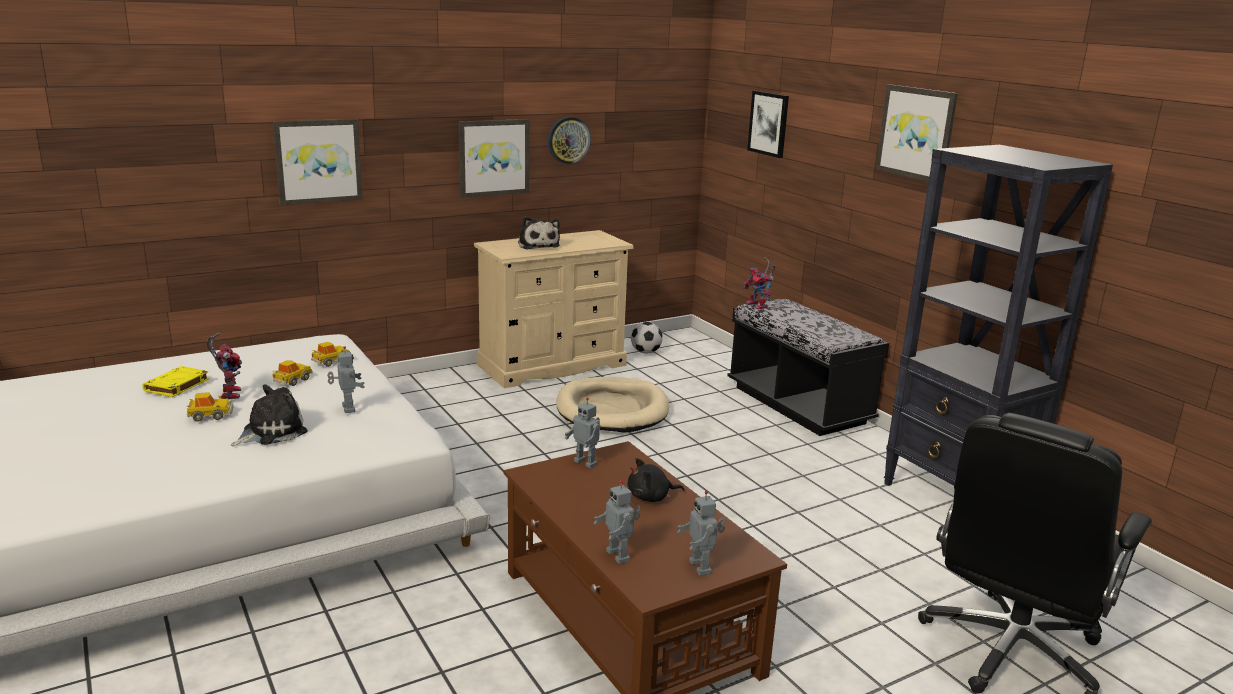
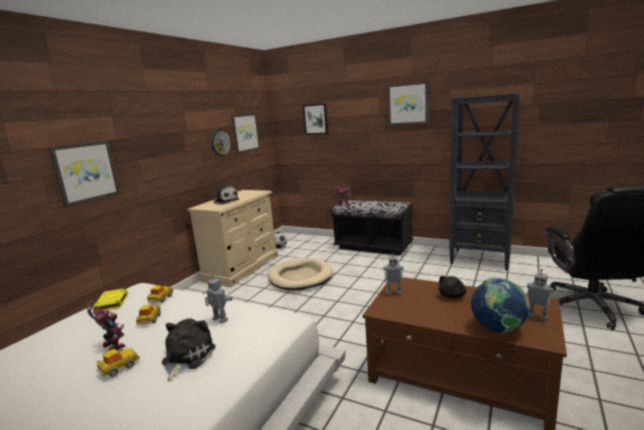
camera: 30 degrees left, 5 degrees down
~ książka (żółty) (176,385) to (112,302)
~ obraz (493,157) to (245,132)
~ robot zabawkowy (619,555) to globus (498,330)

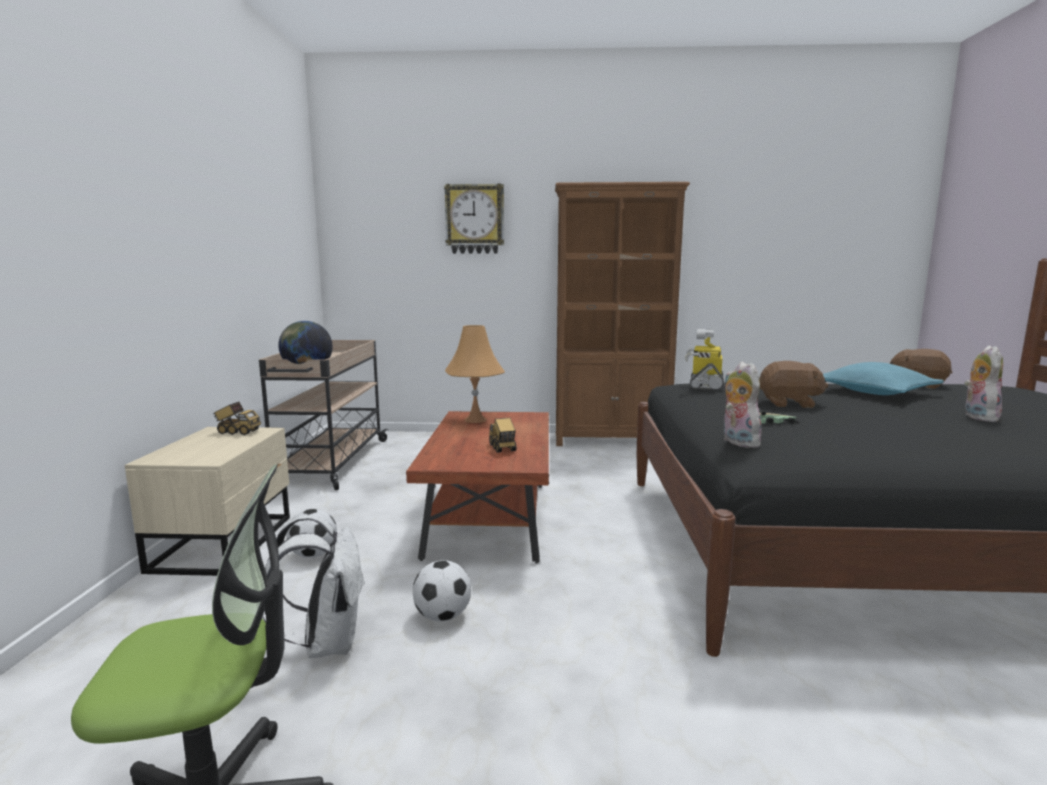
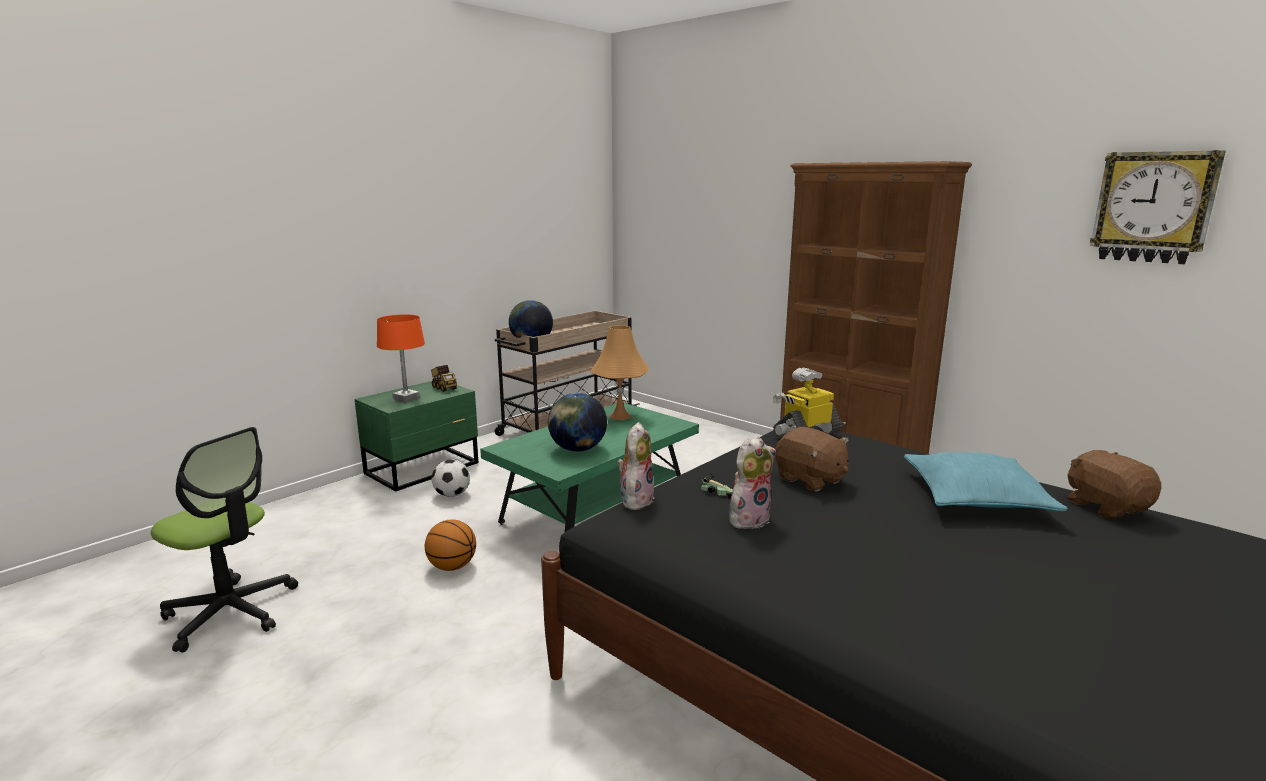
camera: 40 degrees right, 5 degrees up
- plecak (biały) (327,642)
+ lampa stołowa (pomarańczowy) (406,398)
~ zegar ścienny (475,219) to (1153,207)
~ pluszak (977,417) to (748,519)
~ piłka futbolowa (442,616) to piłka do koszykówki (452,566)
~ ciężarówka zabawkowa (502,448) to globus (577,449)
~ szafka nocna (beżowy) (227,542) to szafka nocna (zielony) (424,468)
~ ława (brązowy) (489,519) to ława (zielony) (596,511)

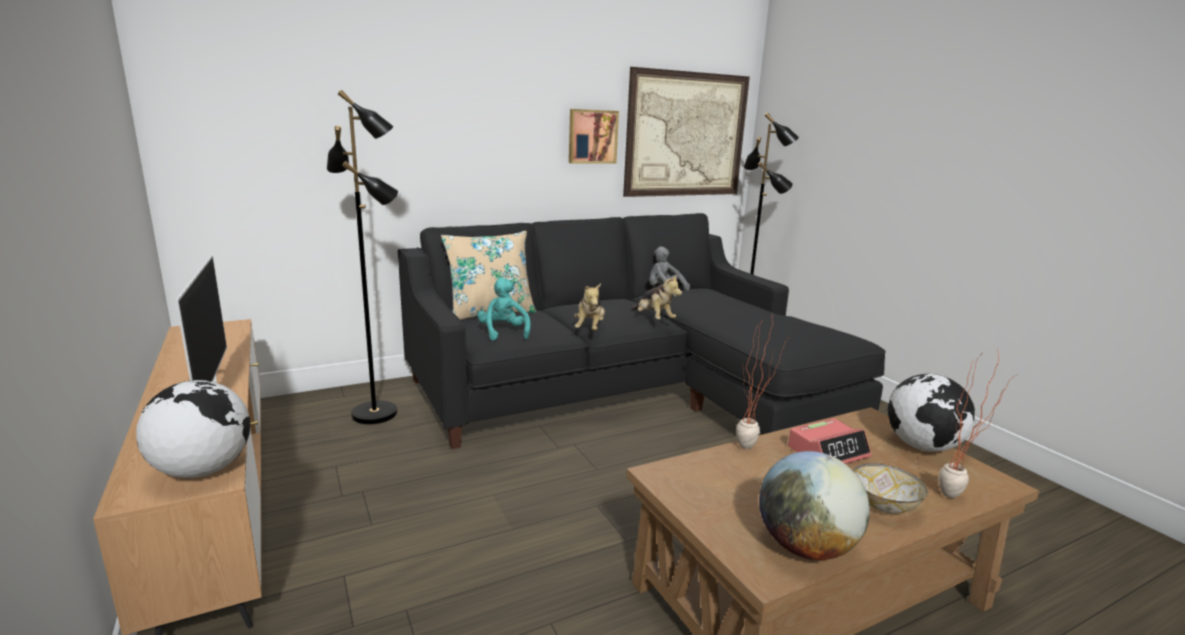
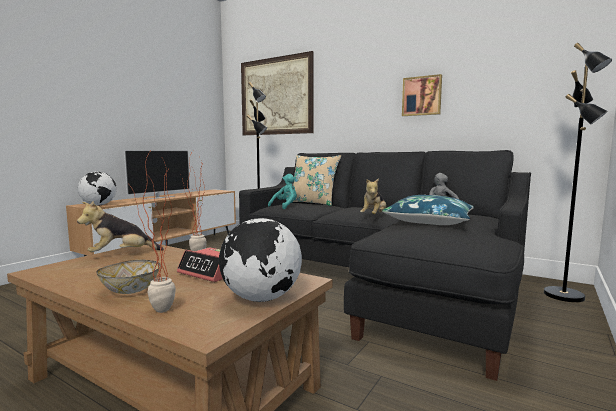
camera: 60 degrees right, 10 degrees down
- globus (805,547)
+ poduszka (niebieski) (429,221)
~ pluszak (590,328) to (121,254)
~ obraz (686,135) to (276,96)

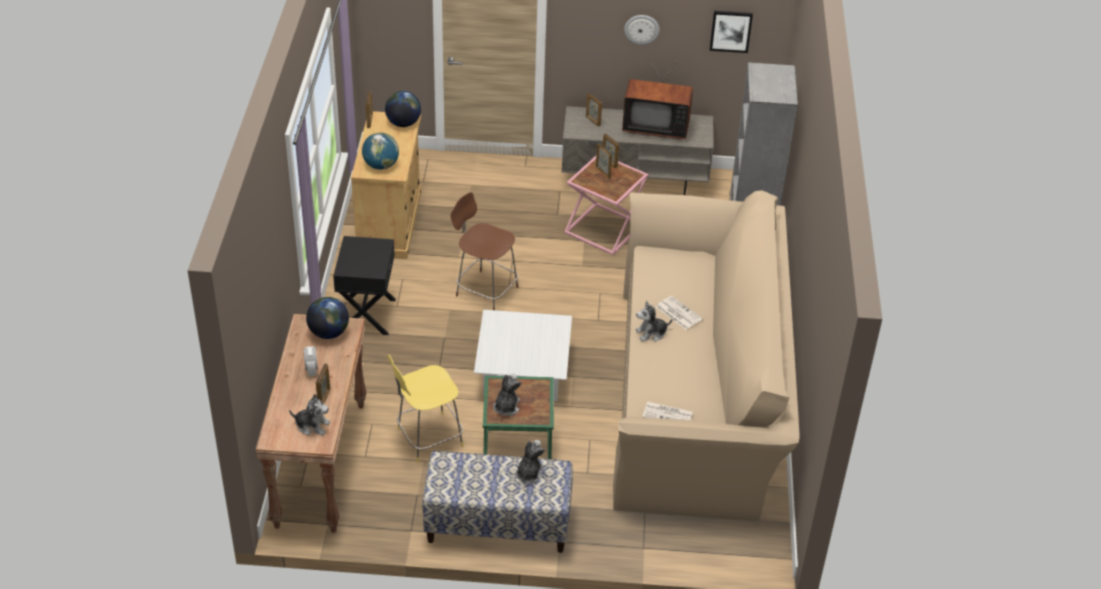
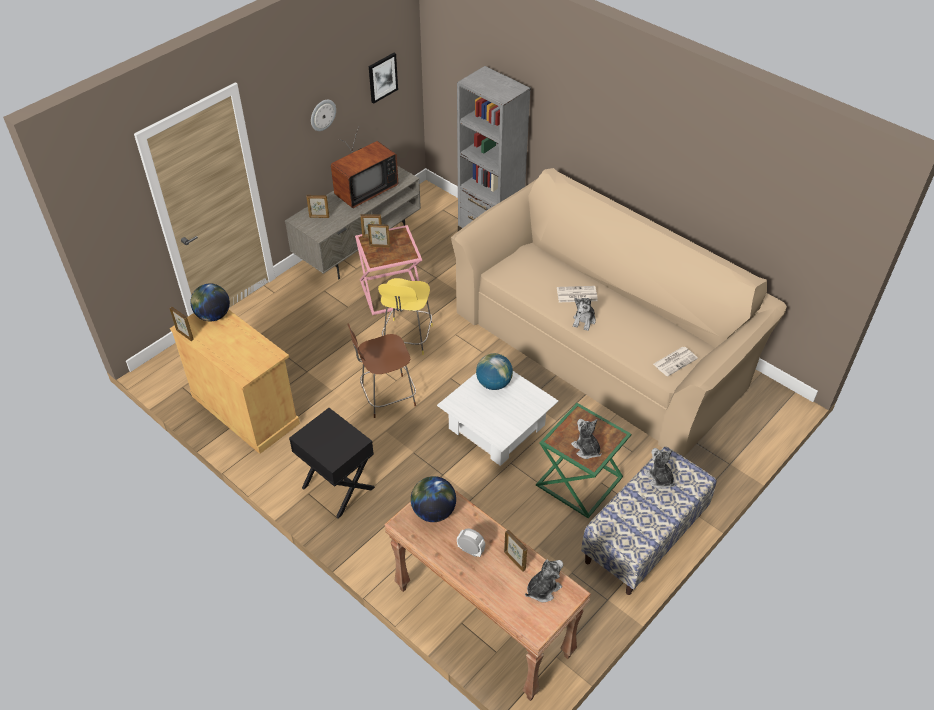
camera: 50 degrees left, 5 degrees up
~ globus (381,165) to (494,383)
~ stołek (żółty) (427,438) to (407,338)

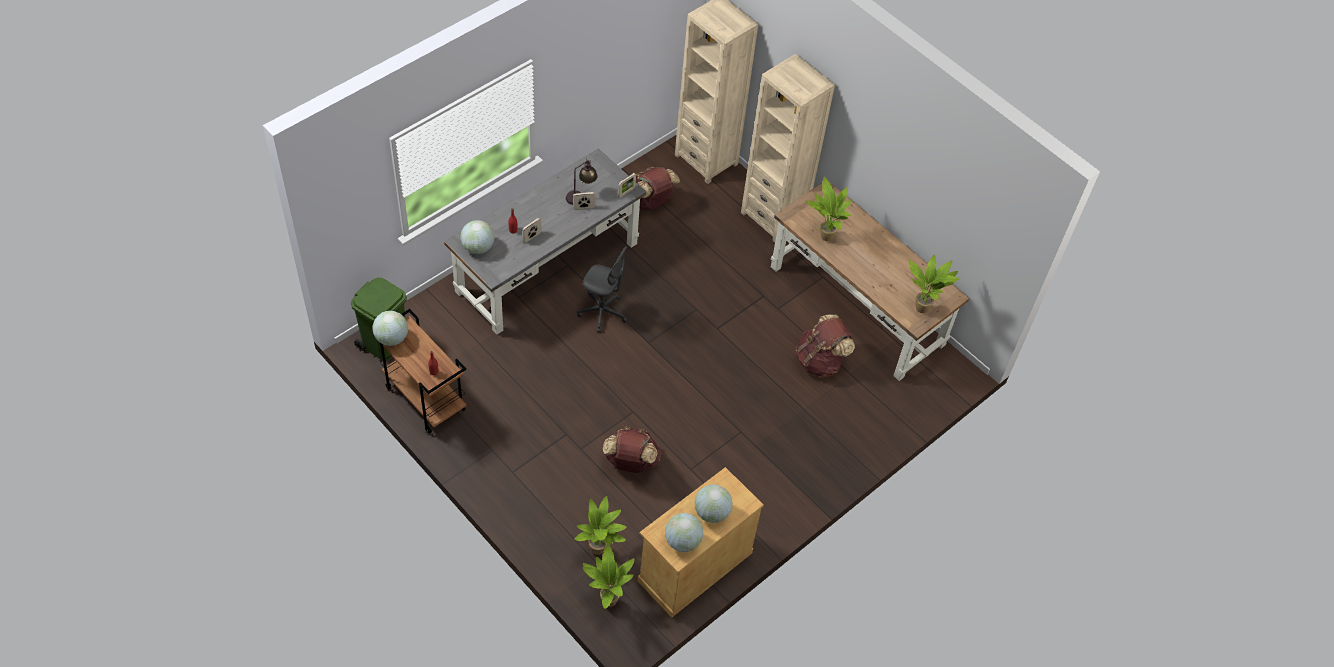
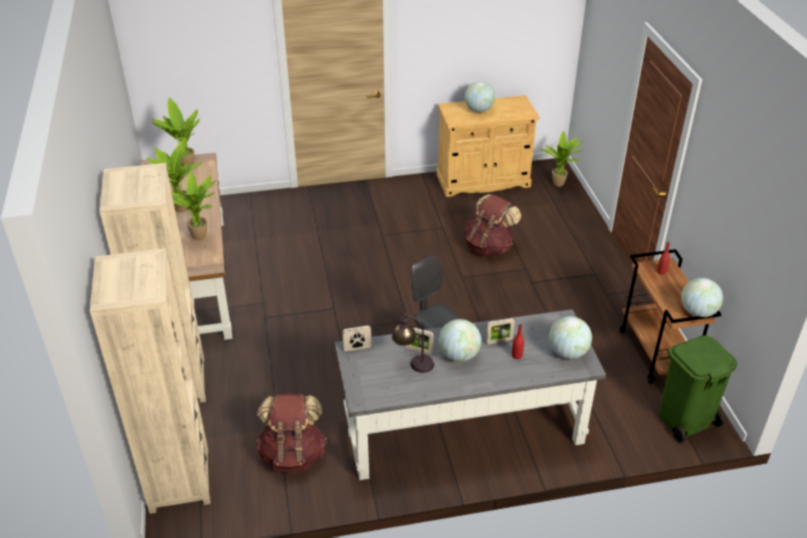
camera: 145 degrees left, 15 degrees down
- plecak (brązowy) (820,361)
~ roślina doniczkowa (600,550) to (179,208)
~ globus (682,541) to (459,355)

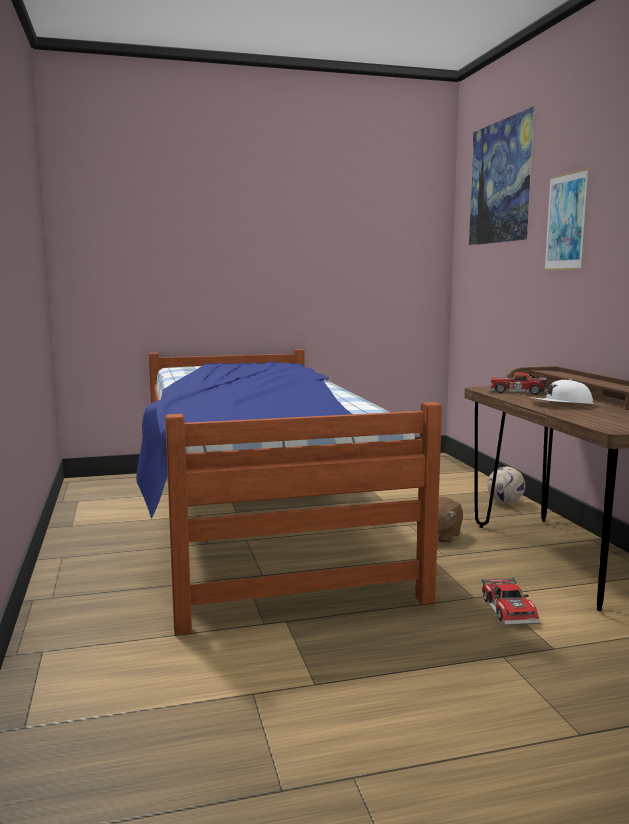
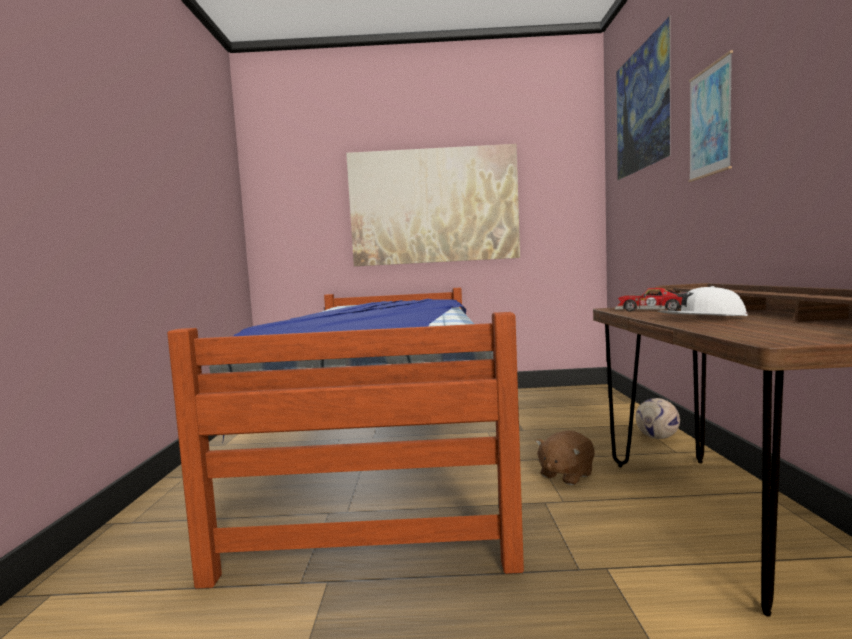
camera: 15 degrees right, 5 degrees down
- samochodzik (511,610)
+ obraz (434,206)

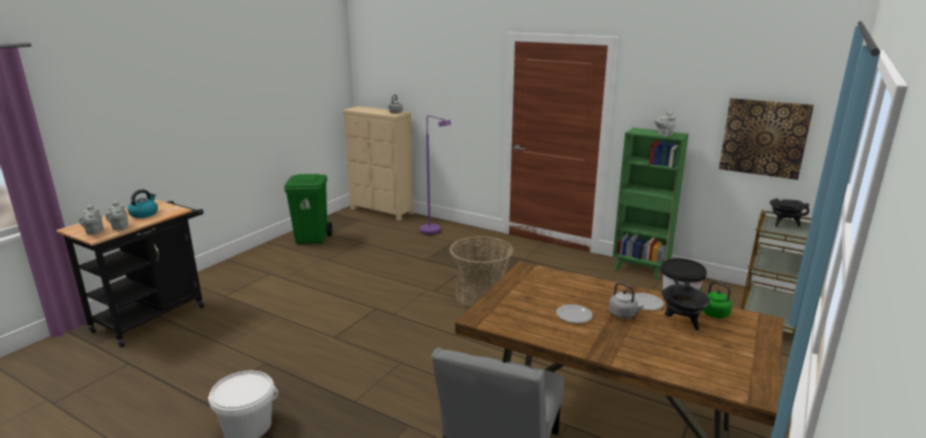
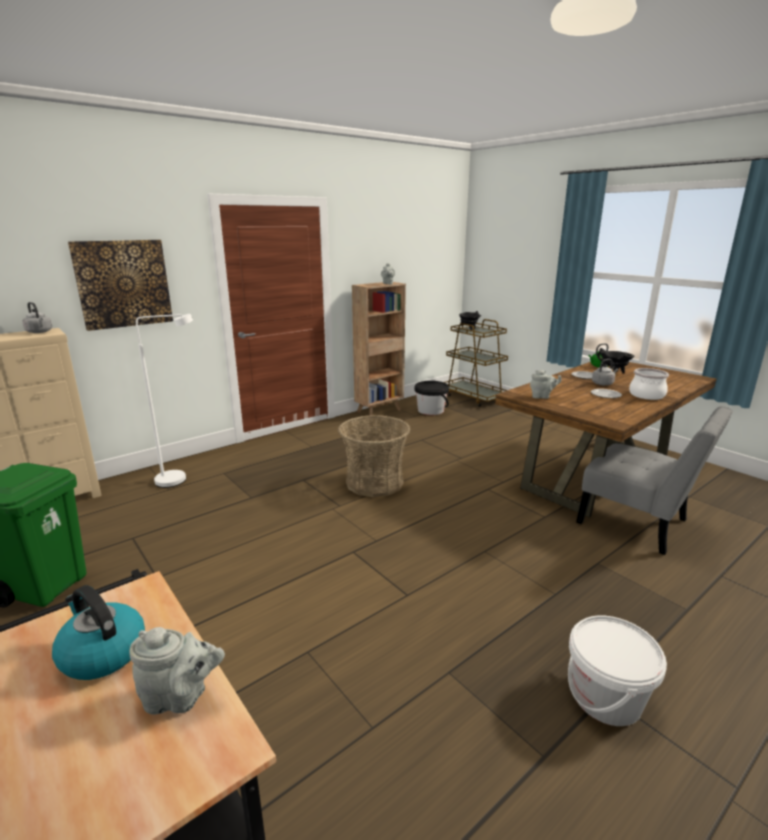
camera: 70 degrees left, 0 degrees up
+ garnek (647,395)
~ imbryk (szary) (94,232) to (542,397)
~ obraz (764,138) to (123,284)
~ lampa stojąca (fioletowy) (434,232) to lampa stojąca (biały) (179,479)
~ regał (zielony) (640,270) to regał (brązowy) (379,411)

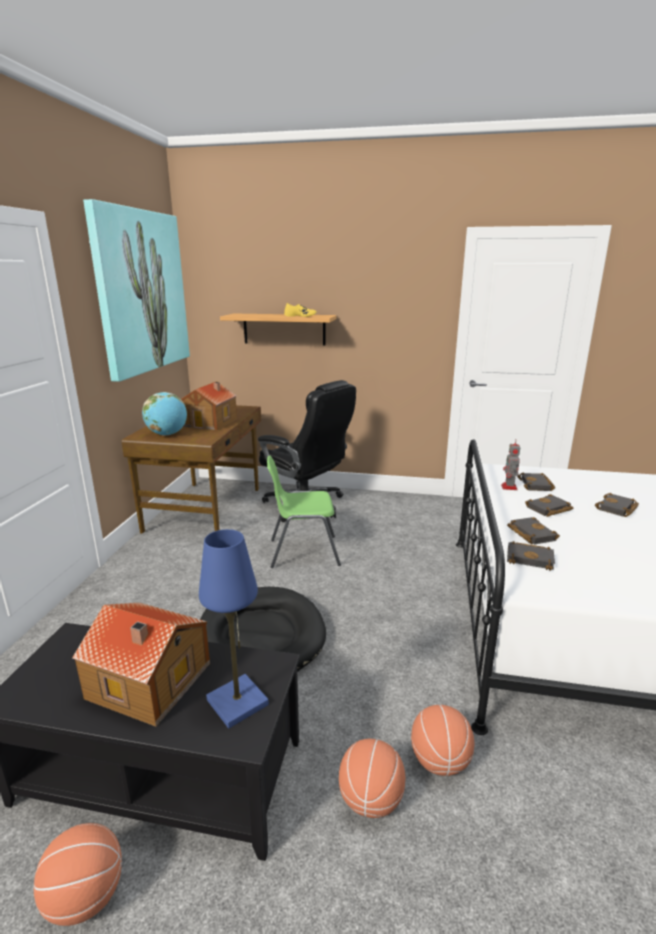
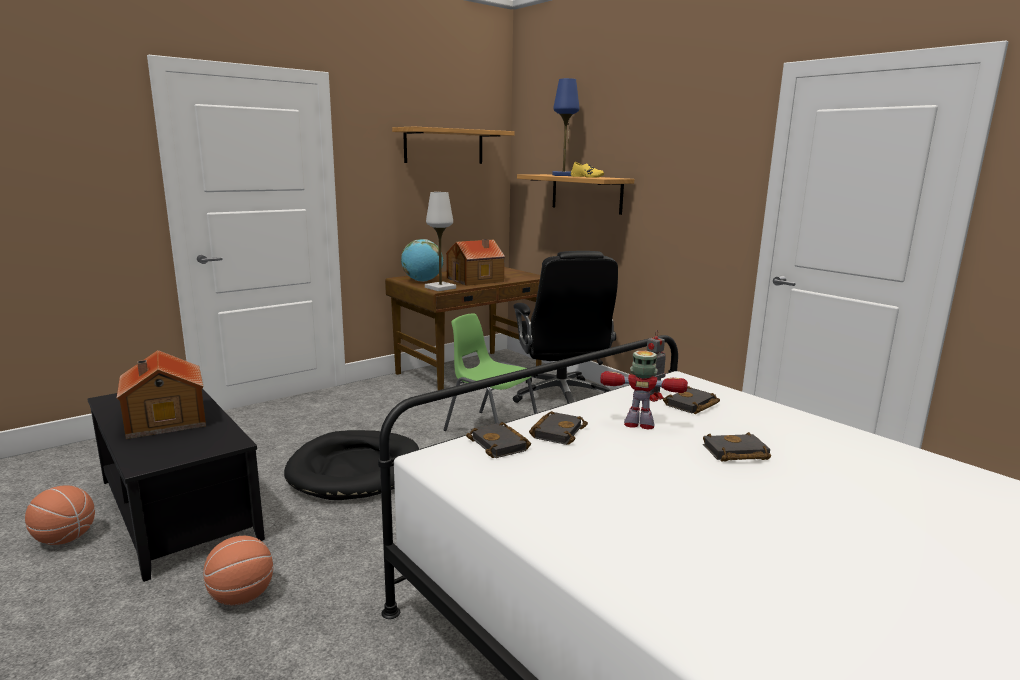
camera: 40 degrees right, 5 degrees down
- piłka do koszykówki (440,761)
+ lampa stołowa (biały) (440,288)
~ lampa stołowa (niebieski) (237,702) to (563,175)
~ obraz (141,292) to półka (444,146)
~ książka (czarny) (548,509) to robot zabawkowy (639,425)

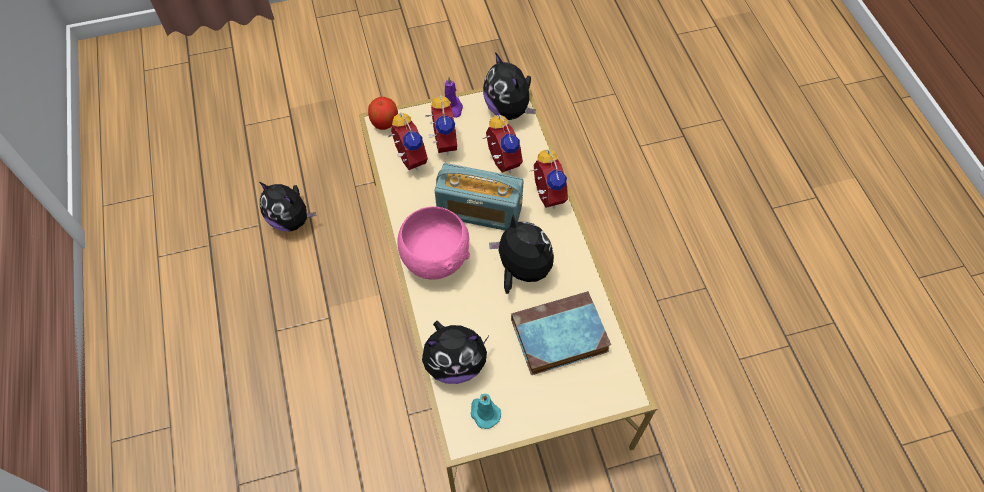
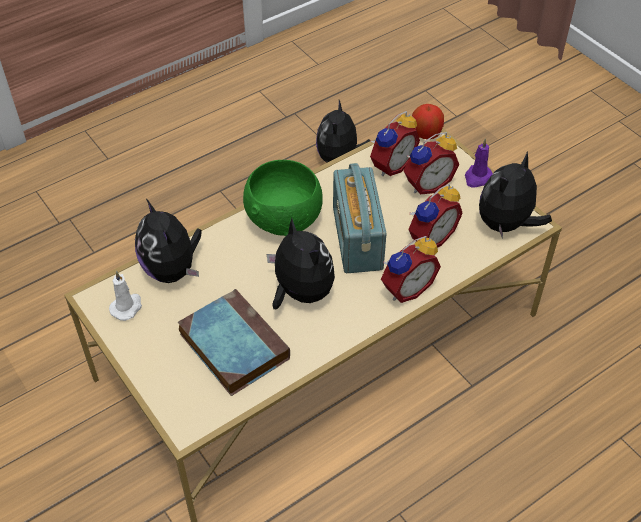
camera: 70 degrees right, 10 degrees down
~ miska (różowy) (435,257) to miska (zielony) (285,220)
~ świeca (turkusowy) (484,412) to świeca (biały) (127,307)
~ pluszak (521,270) = (300,293) 60 degrees counterclockwise

